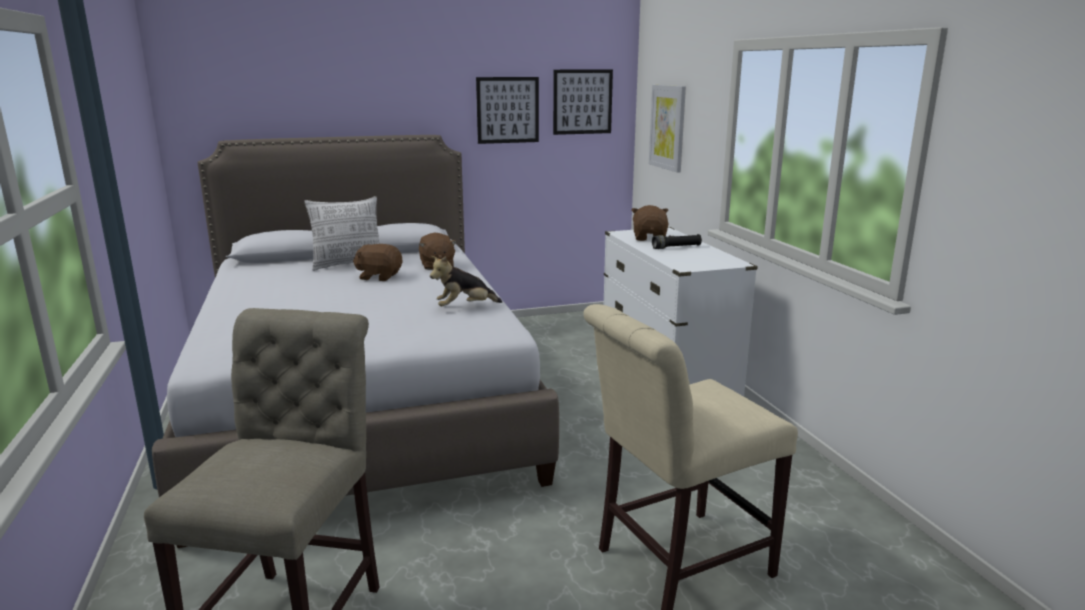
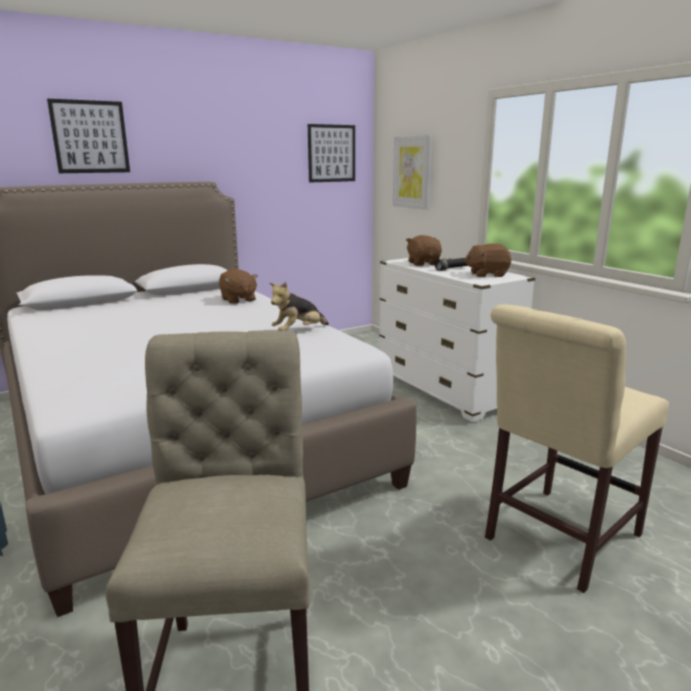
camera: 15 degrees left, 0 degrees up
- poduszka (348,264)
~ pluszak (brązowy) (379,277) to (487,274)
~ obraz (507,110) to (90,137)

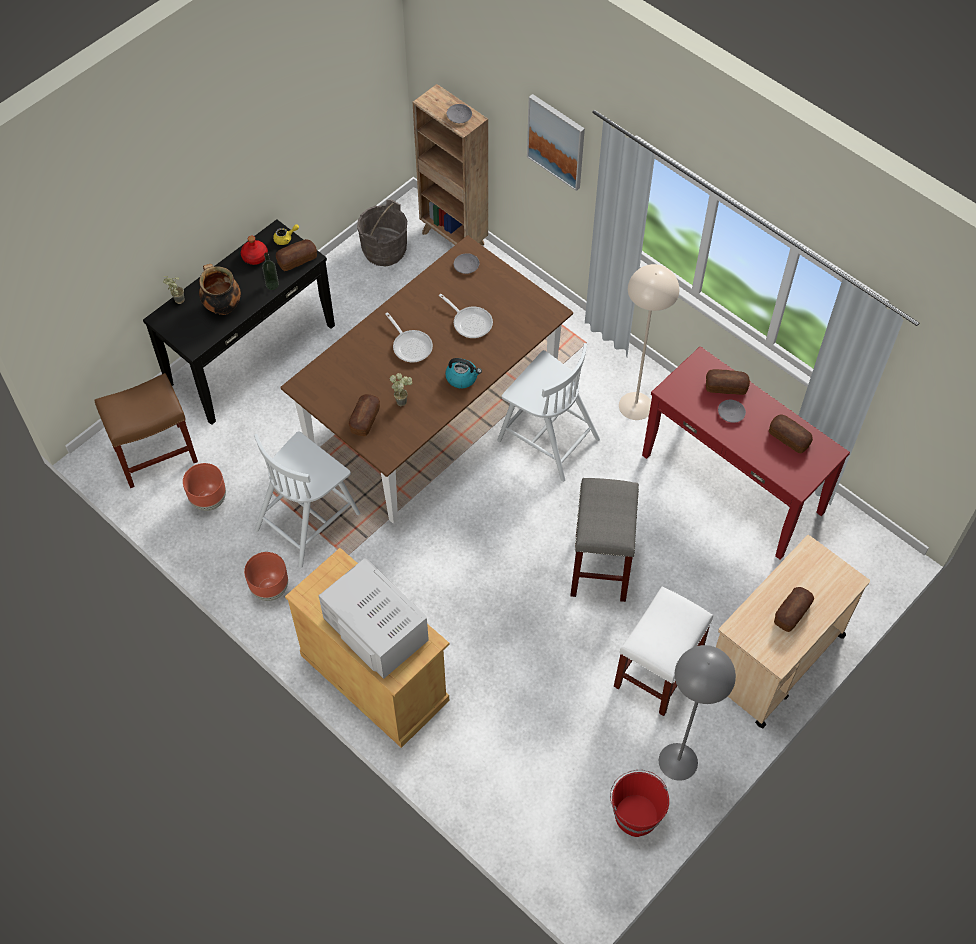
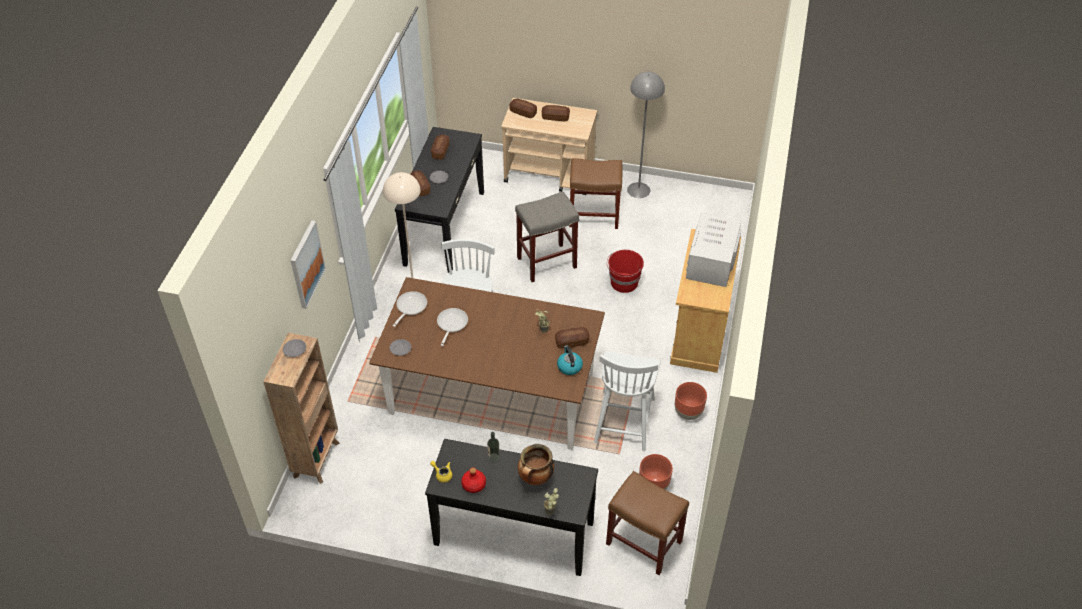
camera: 120 degrees left, 10 degrees down
- wiadro (szary) (384,250)
~ chleb (297,260) to (523,112)
~ patelnia (410,345) to (410,307)
~ czajnik (462,378) to (569,366)
~ wiadro (czerwony) (635,814) to (624,283)
~ stołek (biały) (657,672) to stołek (brązowy) (594,215)
~ stolik konsolowy (czerwony) (732,483) to stolik konsolowy (czarny) (444,228)
~ krzesło (biały) (308,520) = (624,419) 90 degrees clockwise

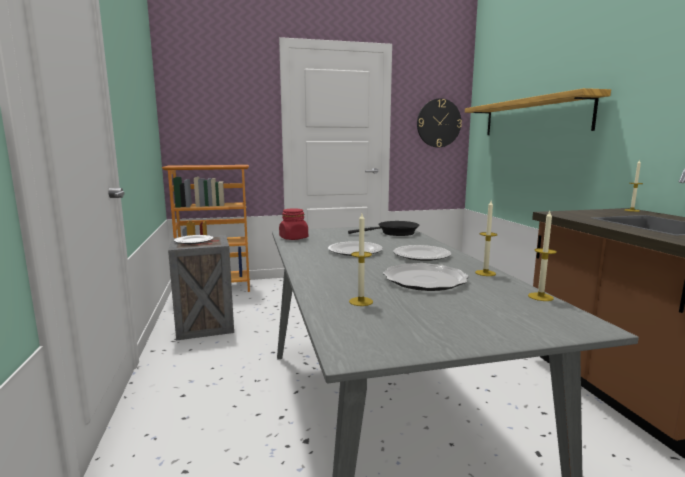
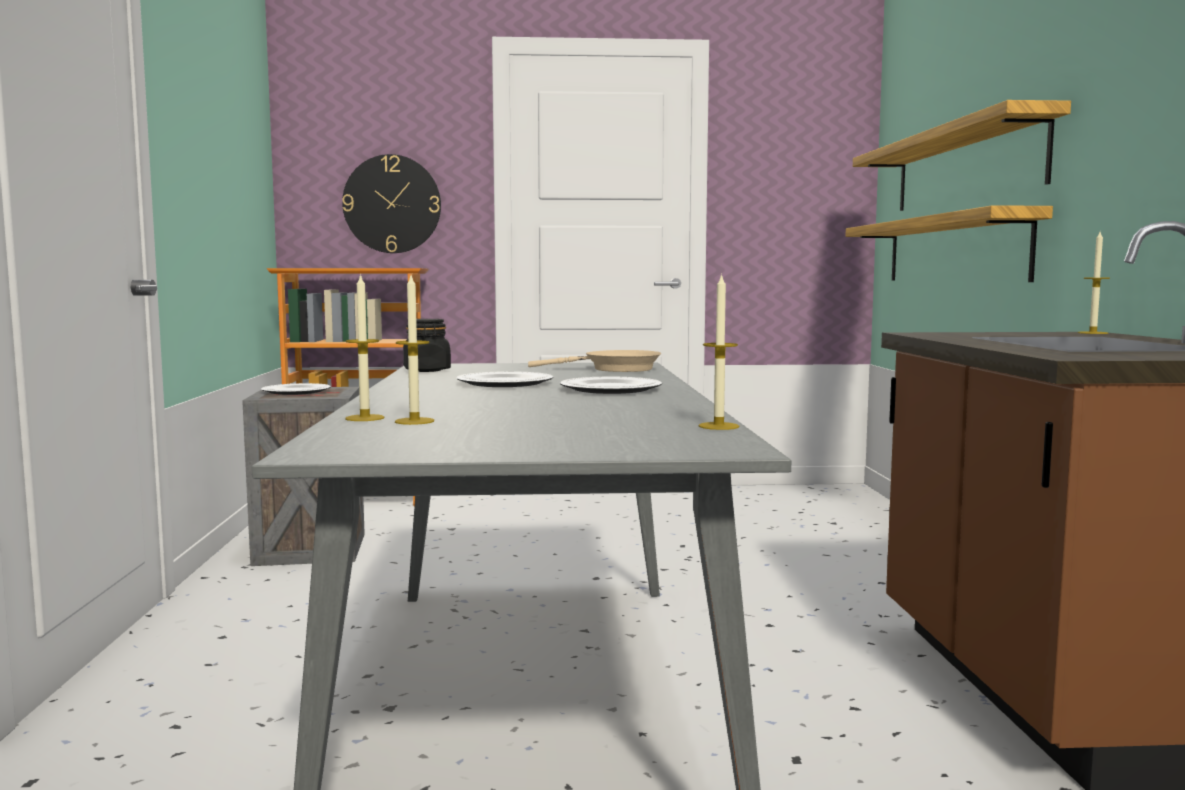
camera: 10 degrees right, 5 degrees down
- talerz (425,280)
+ półka (953,250)
~ zegar ścienny (438,123) to (392,204)
~ świeca (485,273) to (365,418)
~ słoik (czerwony) (294,238) to słoik (czarny) (427,370)
~ patelnia (czarny) (394,233) to patelnia (beżowy) (615,369)

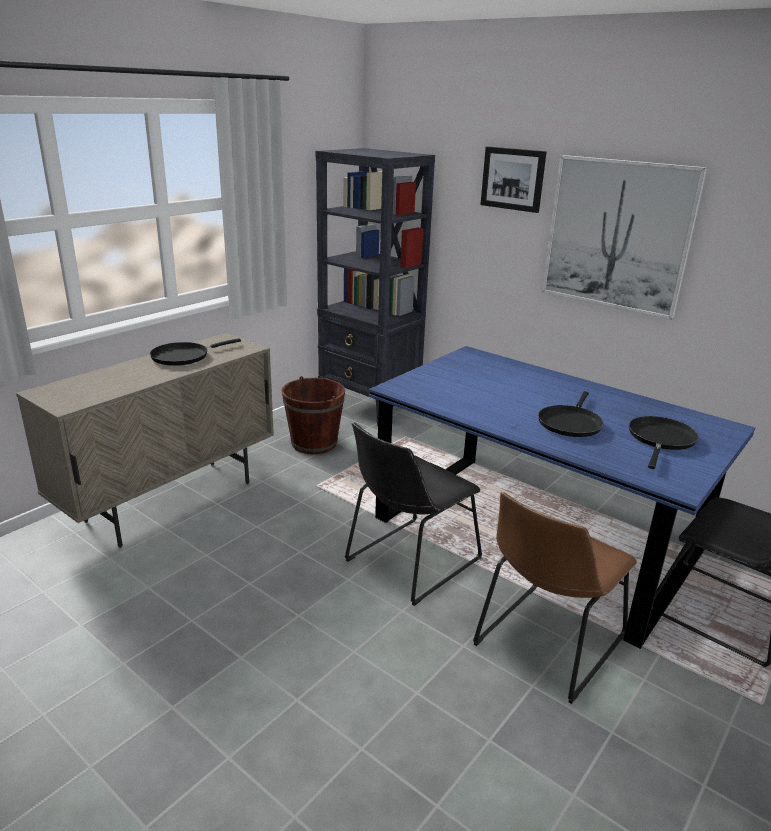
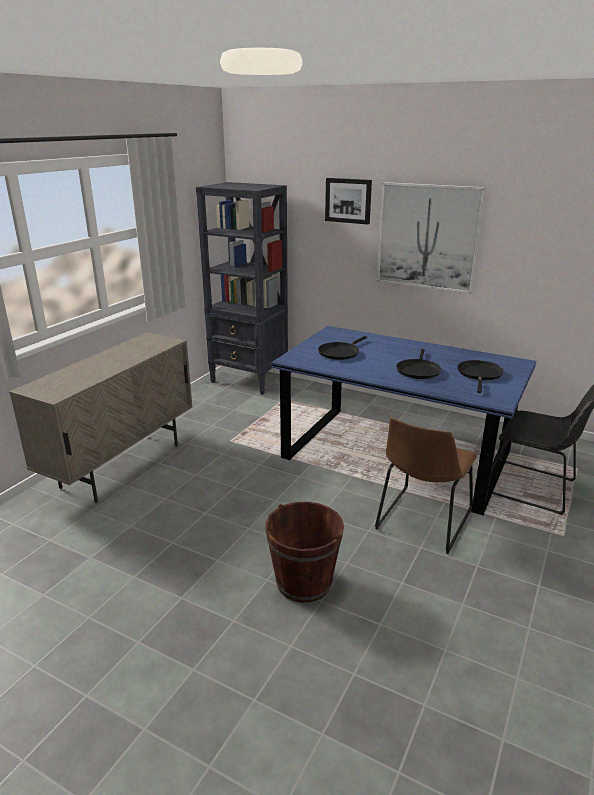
camera: 10 degrees left, 0 degrees up
- krzesło (czarny) (409,562)
~ patelnia (czarny) (184,356) to (340,352)
~ wiadro (brązowy) (314,443) to (304,582)

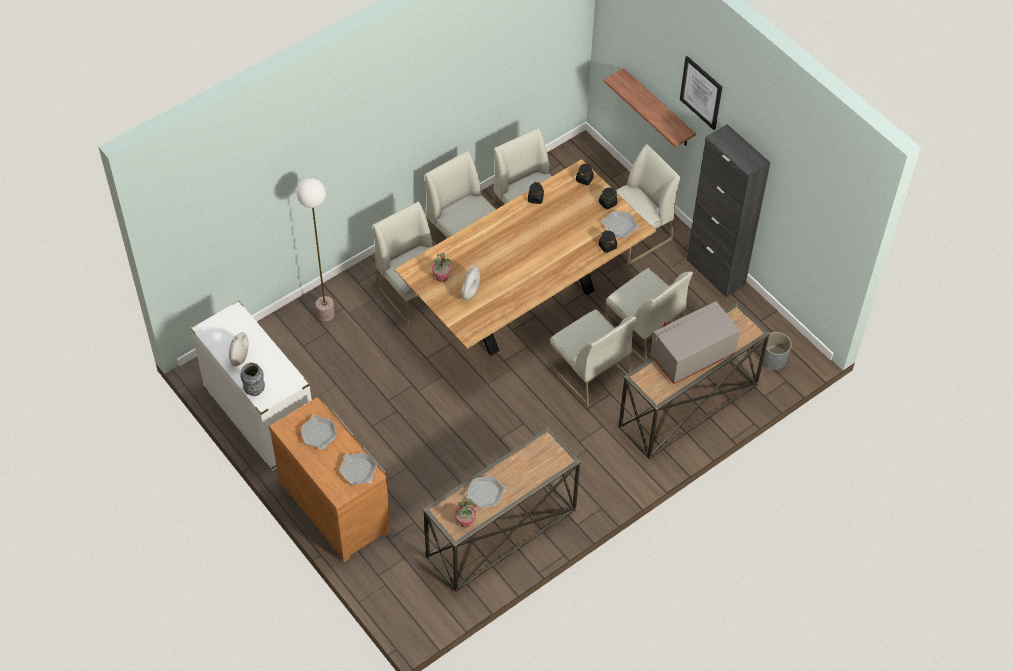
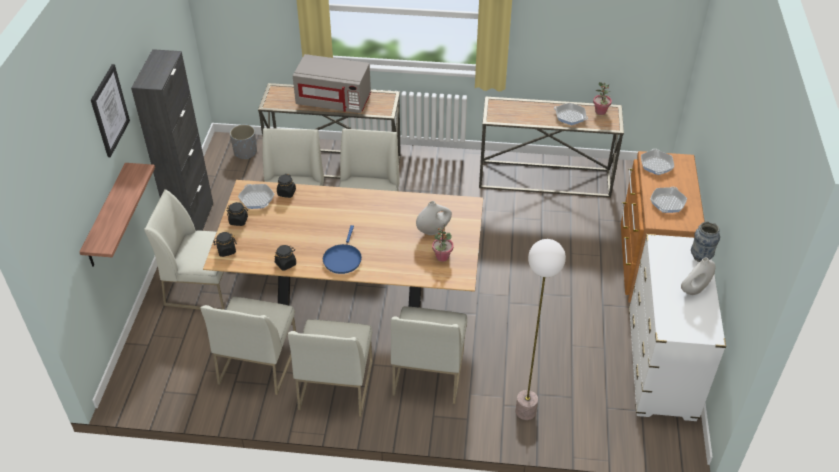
camera: 135 degrees left, 10 degrees down
+ patelnia (niebieski) (342,259)

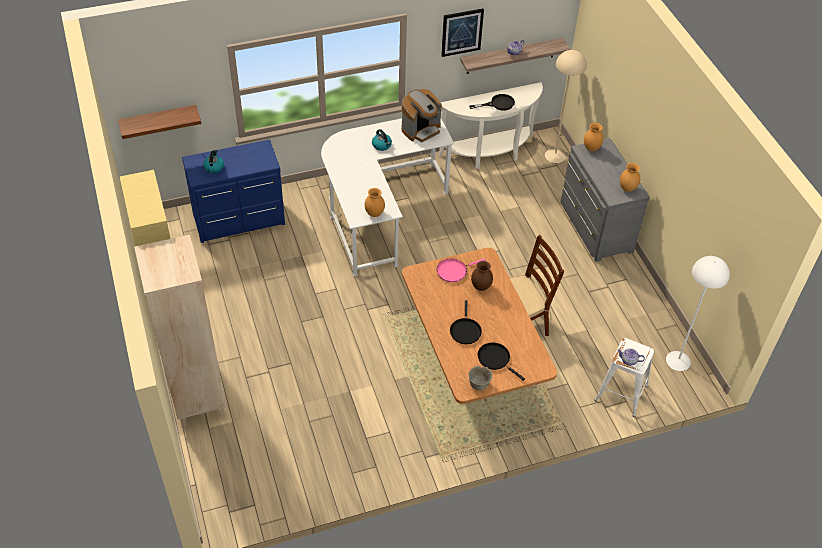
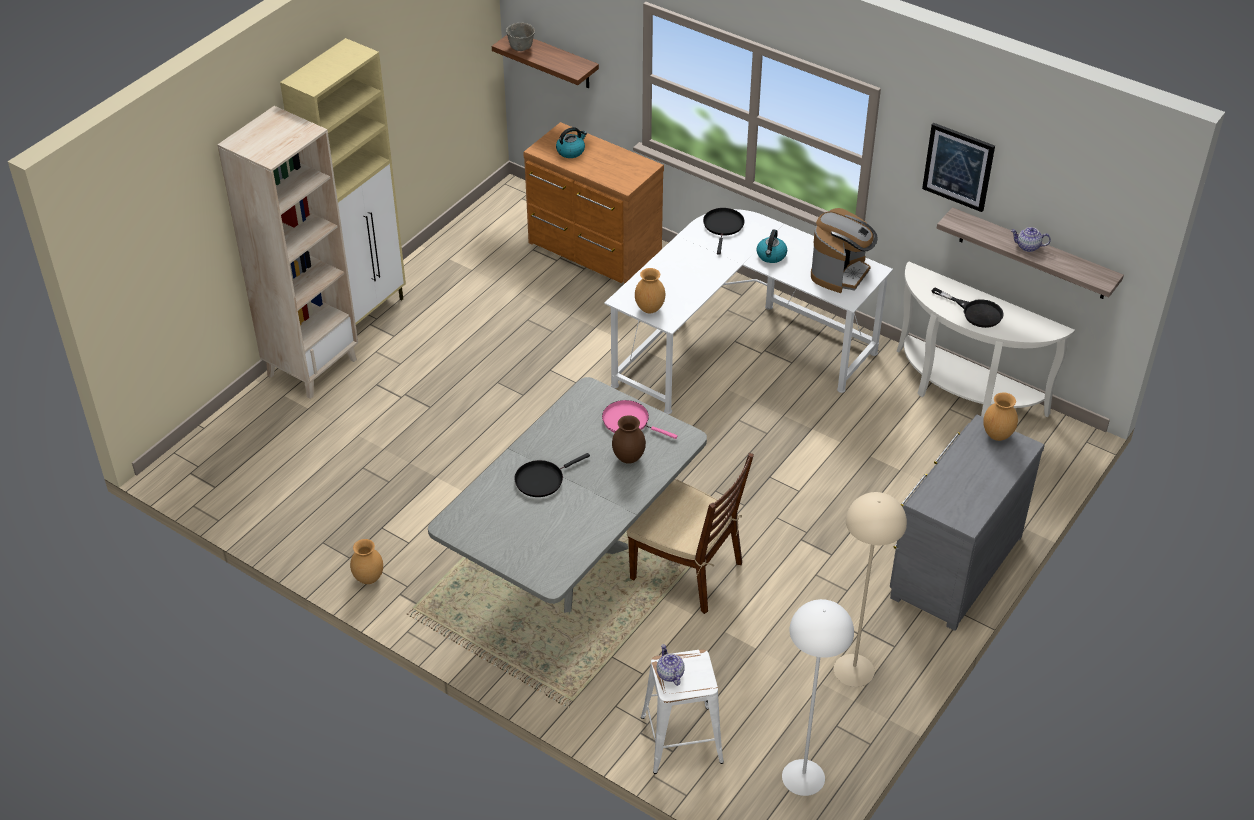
camera: 55 degrees right, 5 degrees down
~ miska (szary) (479,384) to (521,47)
~ patelnia (czarny) (495,359) to (723,226)
~ lampa stojąca (beżowy) (555,155) to (854,670)
~ wazon (brązowy) (628,189) to (368,579)
~ komoda (niebieski) (240,220) to komoda (brązowy) (593,251)
~ stół jadalny (brązowy) (470,368) to stół jadalny (szary) (573,565)
~ ekspres do kawy (421,130) = (840,273) 75 degrees counterclockwise

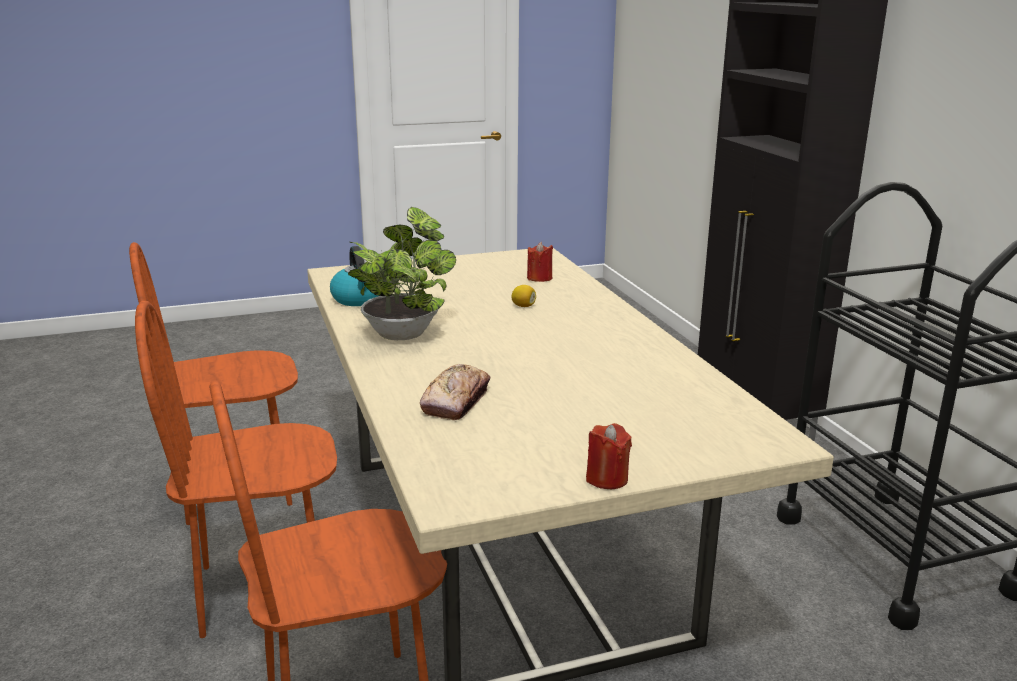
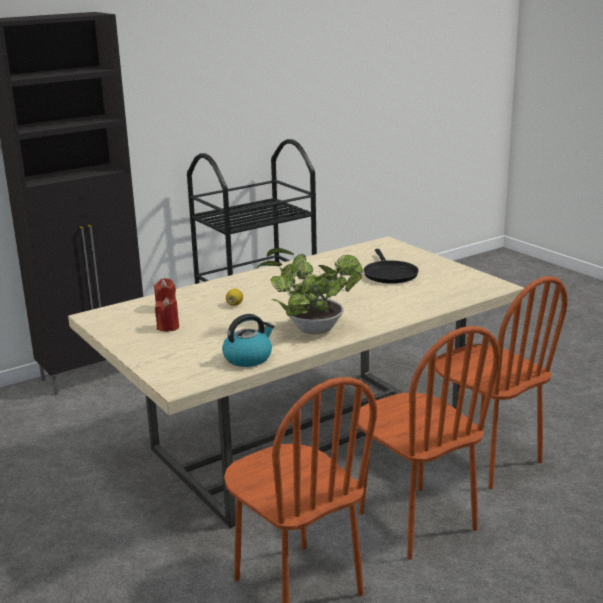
camera: 105 degrees left, 0 degrees up
- chleb (456,401)
+ patelnia (czarny) (389,274)
~ świeca (czerwony) (607,479) to (168,327)

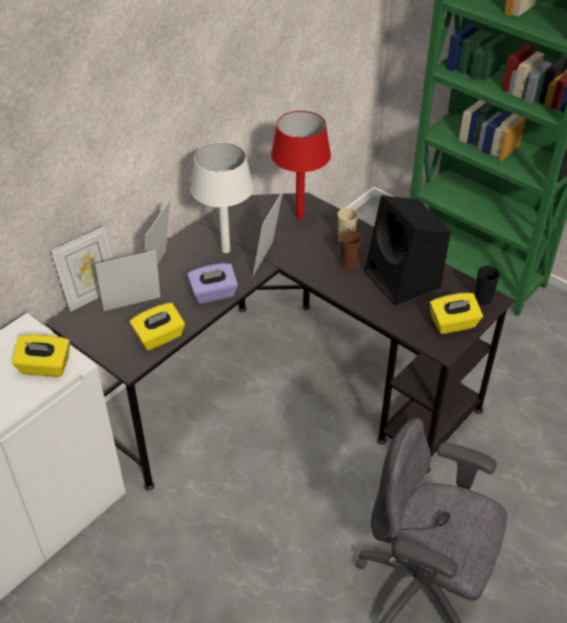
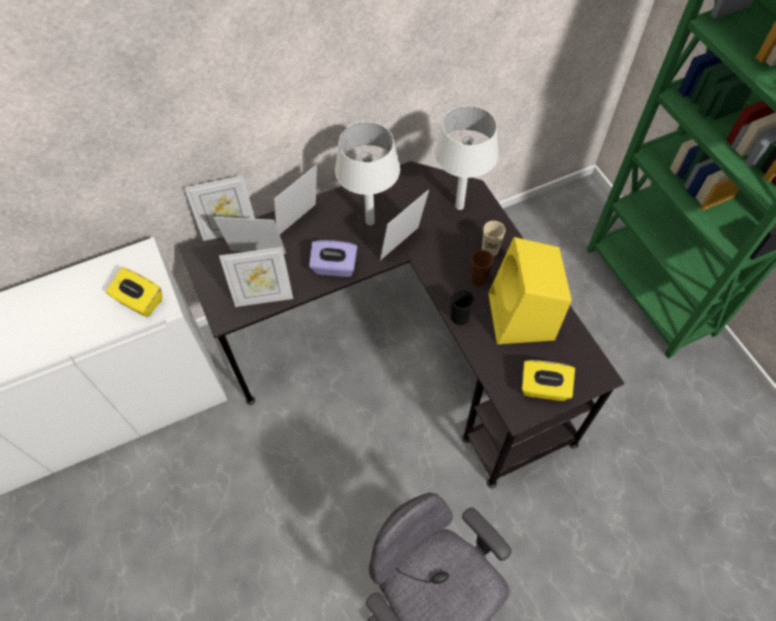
camera: 25 degrees right, 15 degrees up
~ filiżanka (czarny) (482,299) to (459,317)
~ pudełko chusteczek (żółty) (159,337) to ramka na zdjęcie (263,297)
~ lampa stołowa (czerwony) (299,216) to lampa stołowa (biały) (459,206)
~ głośnik (czarny) (404,280) to głośnik (żółty) (522,318)

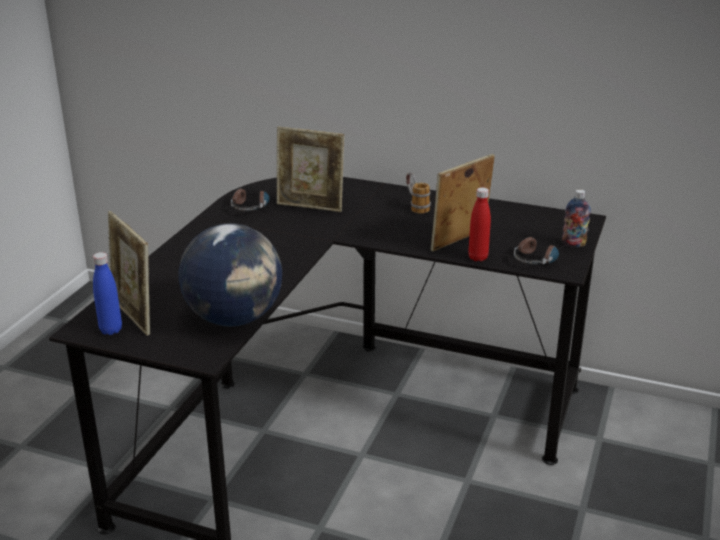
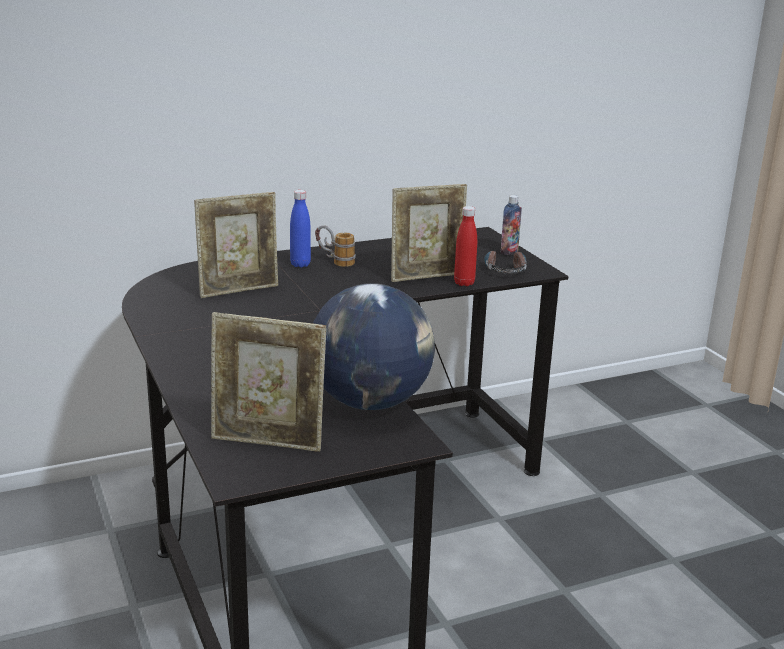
camera: 45 degrees left, 5 degrees down
- słuchawki (251,205)
~ butelka (niebieski) (111,330) to (300,264)
~ ramka na zdjęcie (459,242) = (427,276) 120 degrees counterclockwise

